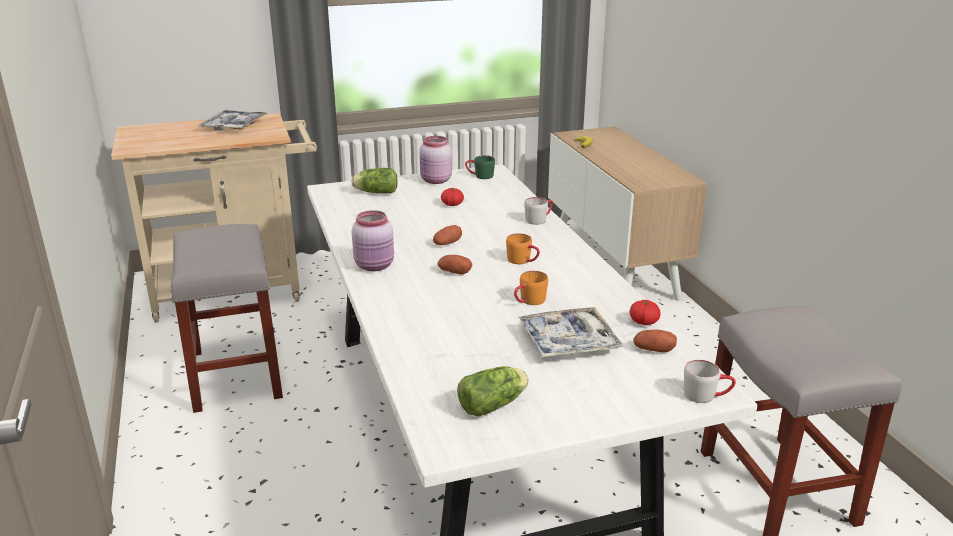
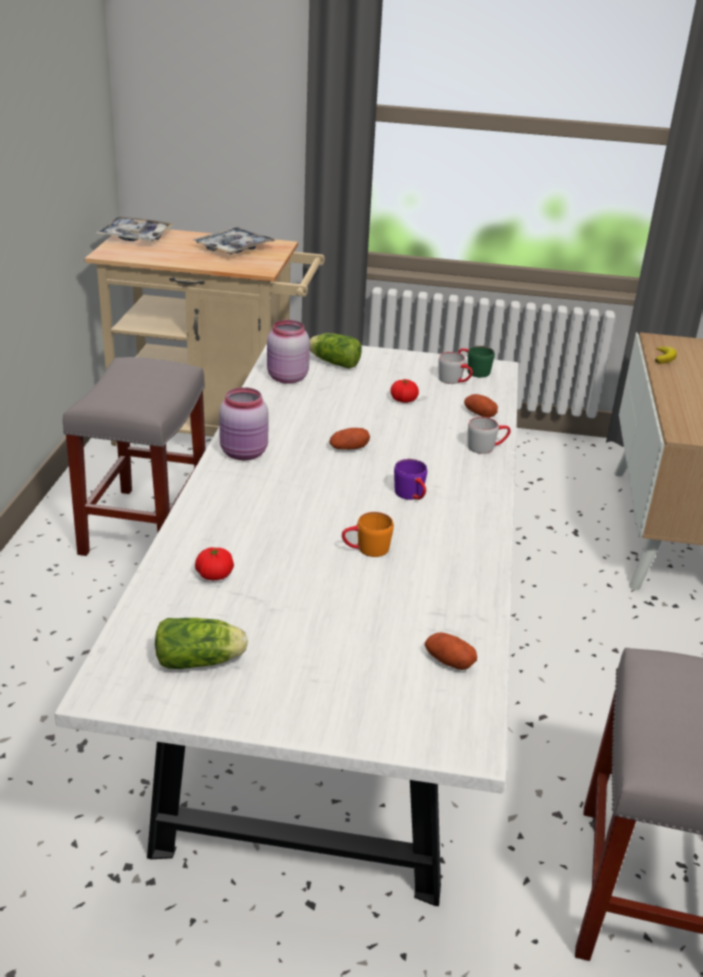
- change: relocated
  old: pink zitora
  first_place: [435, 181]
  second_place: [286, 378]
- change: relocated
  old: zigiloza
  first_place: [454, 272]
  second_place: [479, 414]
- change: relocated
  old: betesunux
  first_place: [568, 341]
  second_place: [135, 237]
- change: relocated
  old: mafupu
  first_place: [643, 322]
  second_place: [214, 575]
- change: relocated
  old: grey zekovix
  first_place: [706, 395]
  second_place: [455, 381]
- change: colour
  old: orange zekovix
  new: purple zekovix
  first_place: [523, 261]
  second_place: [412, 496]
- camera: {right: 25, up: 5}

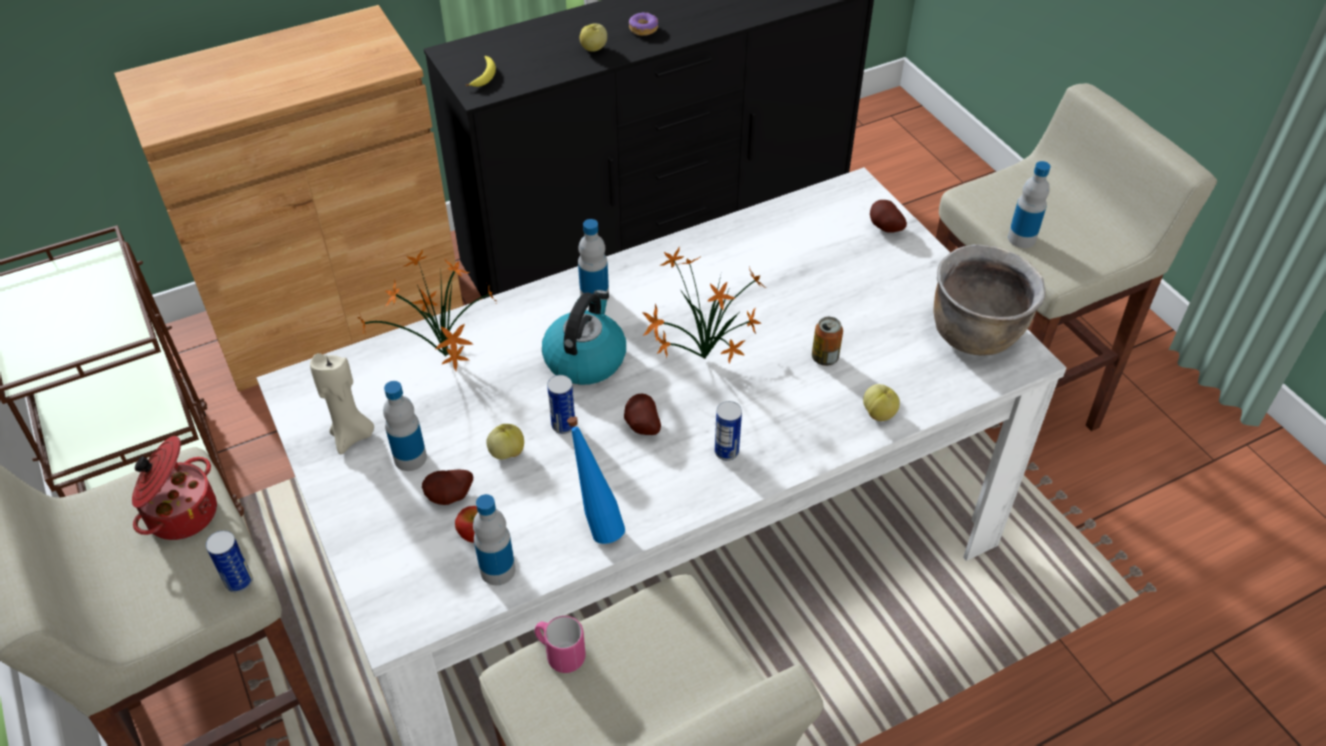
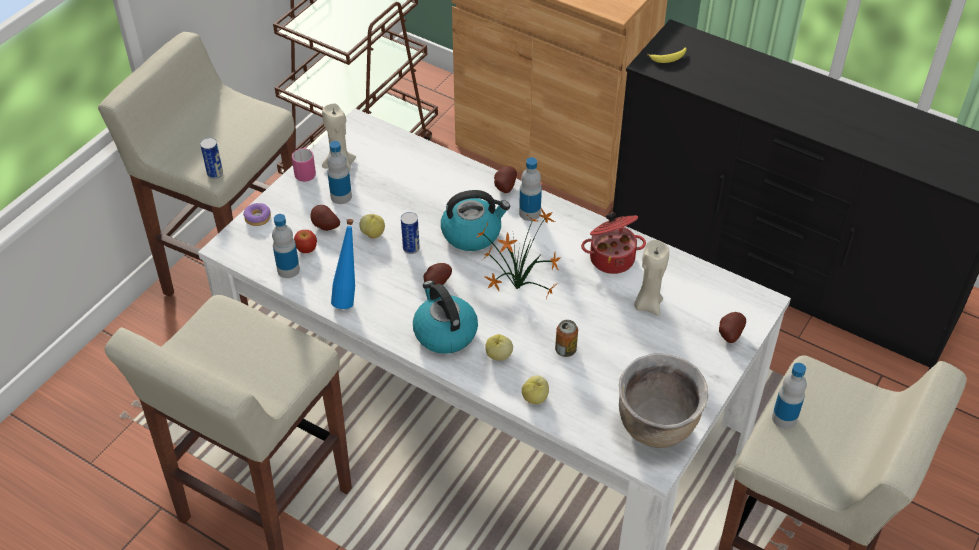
- change: missing
  old: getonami
  first_place: [445, 358]
- change: appeared
  new: zigiloza
  second_place: [504, 187]
- change: appeared
  new: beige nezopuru
  second_place: [647, 304]
- change: relocated
  old: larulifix
  first_place: [180, 513]
  second_place: [612, 257]
- change: relocated
  old: pink zekovix
  first_place: [560, 654]
  second_place: [305, 172]
- change: relocated
  old: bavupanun
  first_place: [594, 49]
  second_place: [498, 355]
- change: relocated
  old: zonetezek
  first_place: [643, 29]
  second_place: [258, 218]
- change: exchanged
  old: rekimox
  new: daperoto
  first_place: [726, 452]
  second_place: [444, 332]
- camera: {right: 60, up: 0}

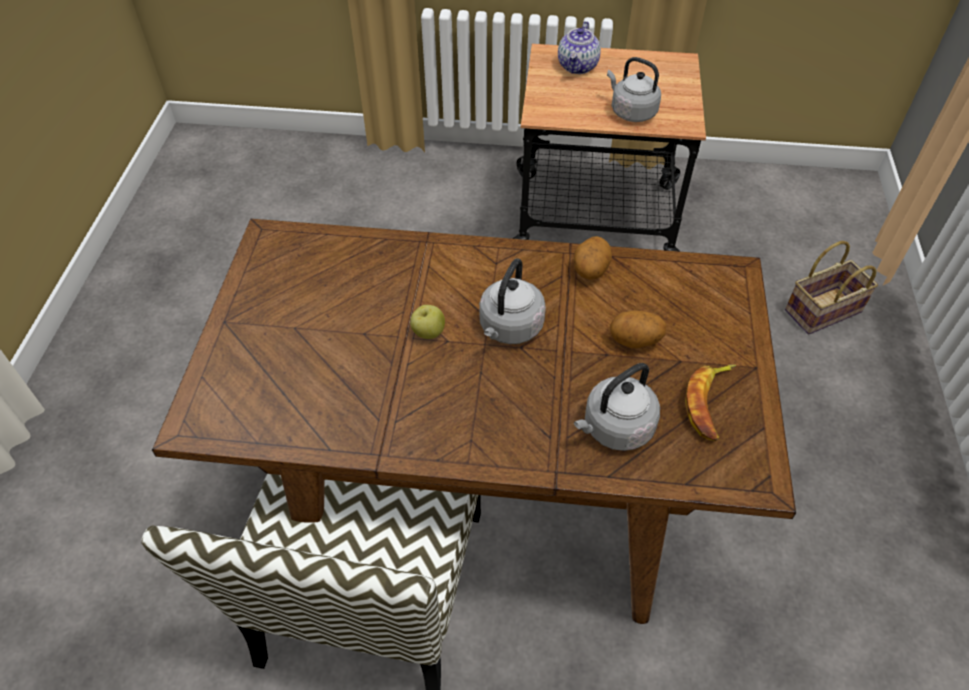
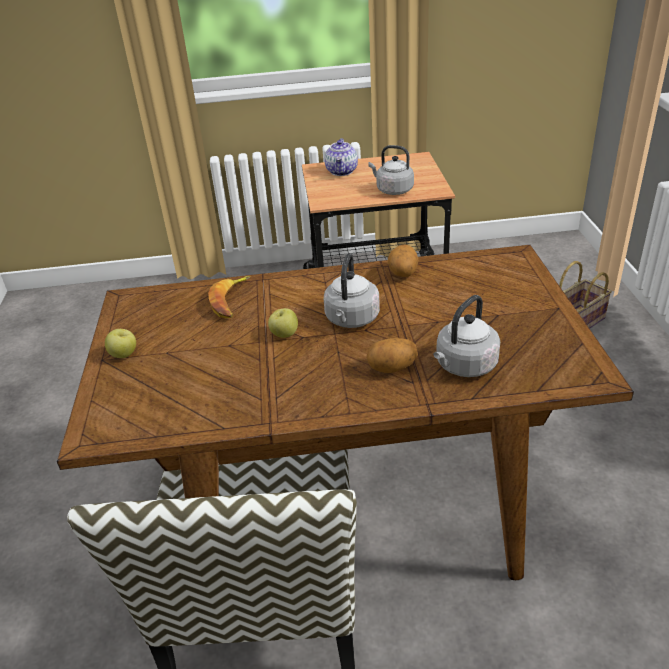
- change: appeared
  new: bavupanun
  second_place: [124, 355]
- change: relocated
  old: zigiloza
  first_place: [634, 341]
  second_place: [392, 369]
- change: relocated
  old: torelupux
  first_place: [710, 404]
  second_place: [231, 301]
- camera: {right: -10, up: -15}

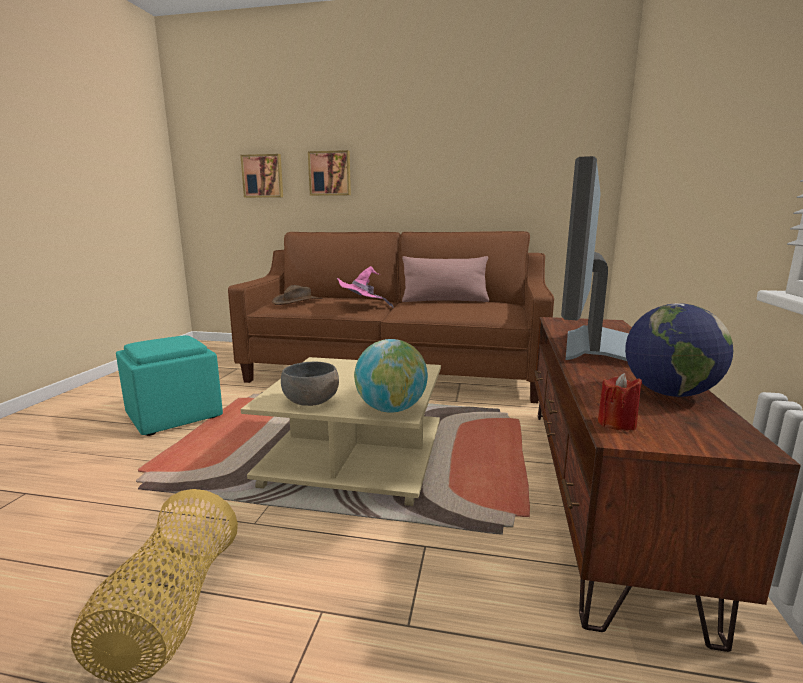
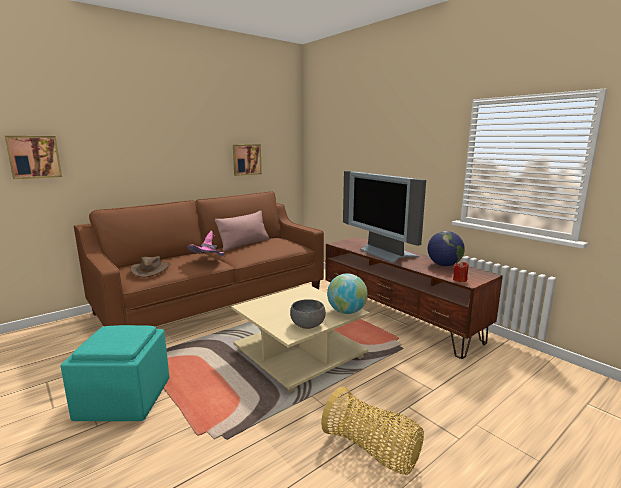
- change: relocated
  old: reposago
  first_place: [330, 173]
  second_place: [246, 159]
- camera: {right: -50, up: 0}

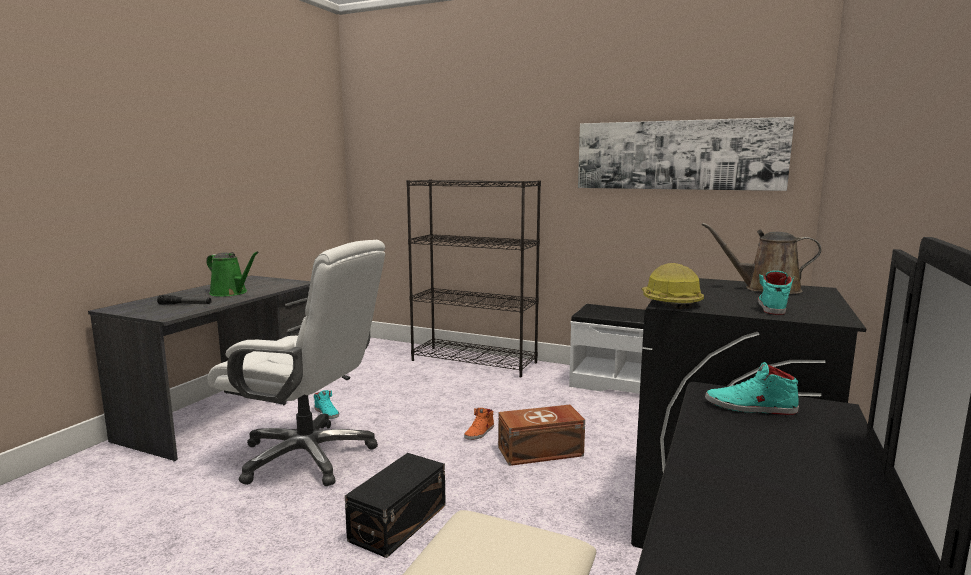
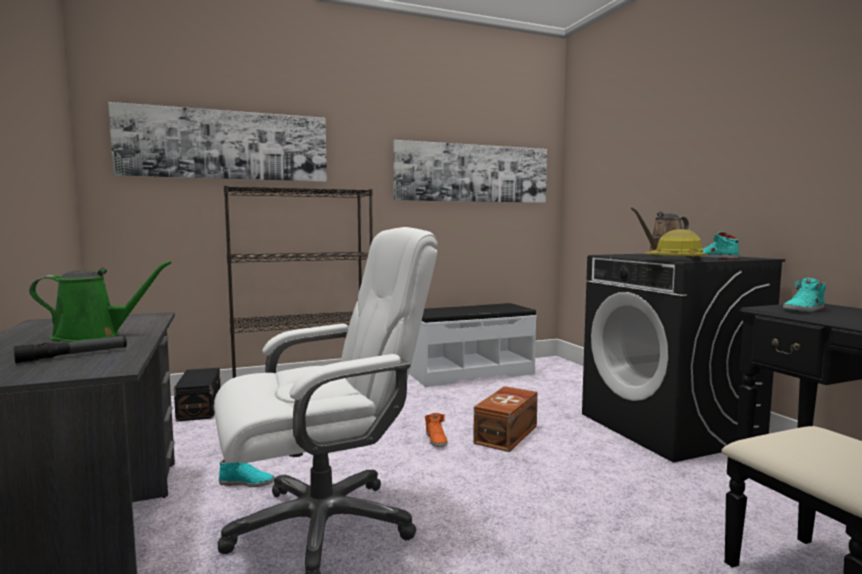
- change: appeared
  new: reposago
  second_place: [225, 145]
- change: relocated
  old: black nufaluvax
  first_place: [396, 523]
  second_place: [198, 409]
- camera: {right: -45, up: -5}

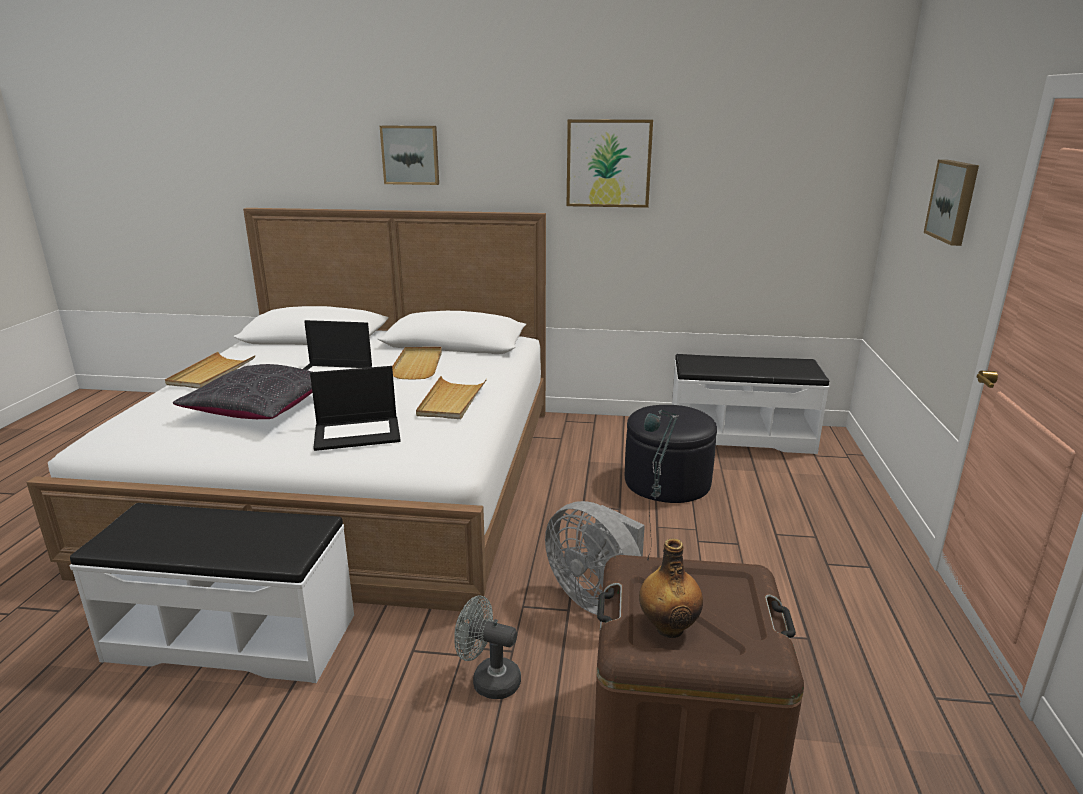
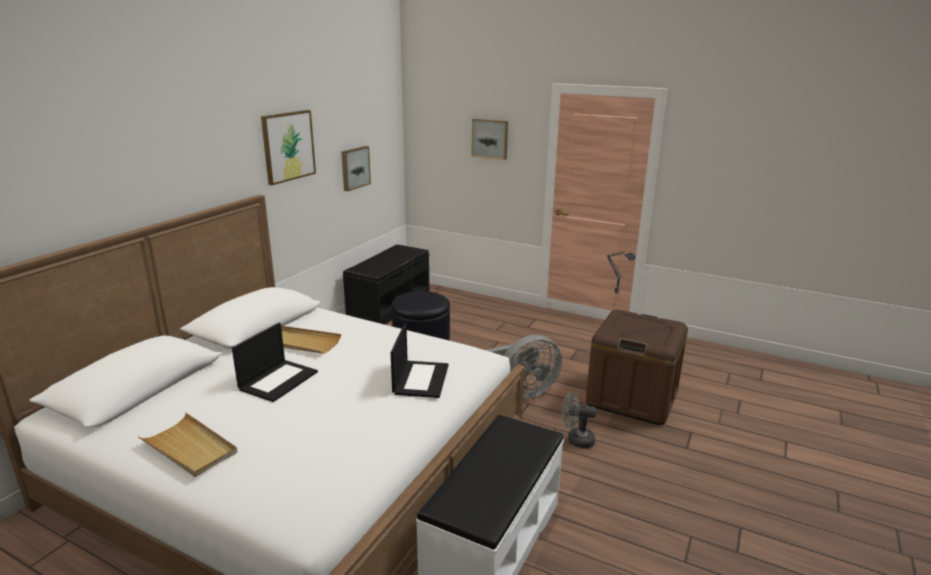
- change: missing
  old: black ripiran
  first_place: [260, 409]
- change: missing
  old: beige betesunux
  first_place: [451, 401]
- change: missing
  old: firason
  first_place: [668, 627]
- change: relocated
  old: reposago
  first_place: [410, 155]
  second_place: [354, 168]
- change: colour
  old: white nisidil
  new: black nisidil
  first_place: [740, 436]
  second_place: [389, 306]
- change: spun
  old: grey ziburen
  first_place: [488, 680]
  second_place: [576, 440]
  degrees: 60
- camera: {right: -70, up: 0}

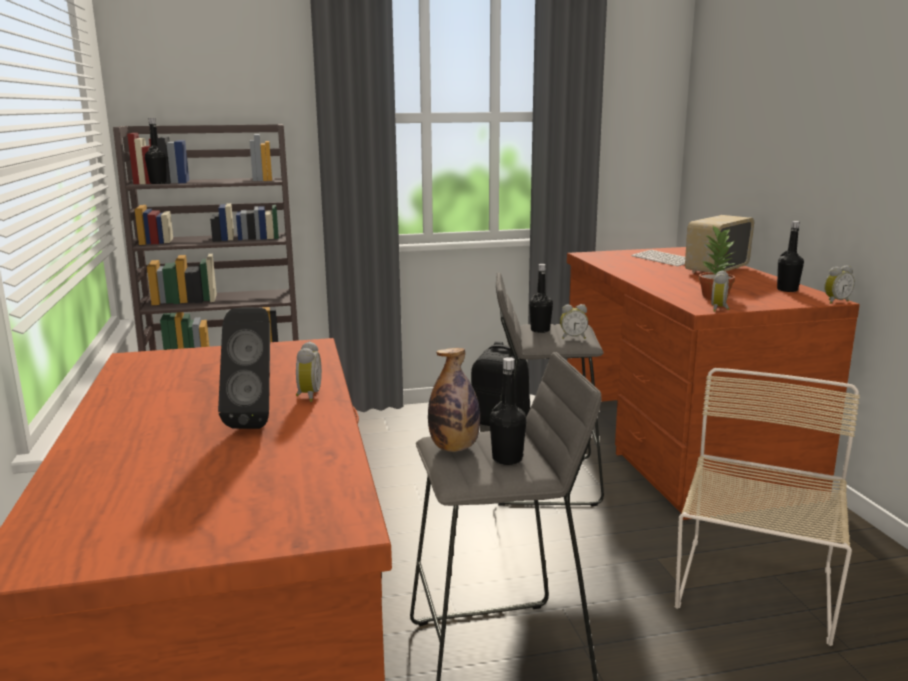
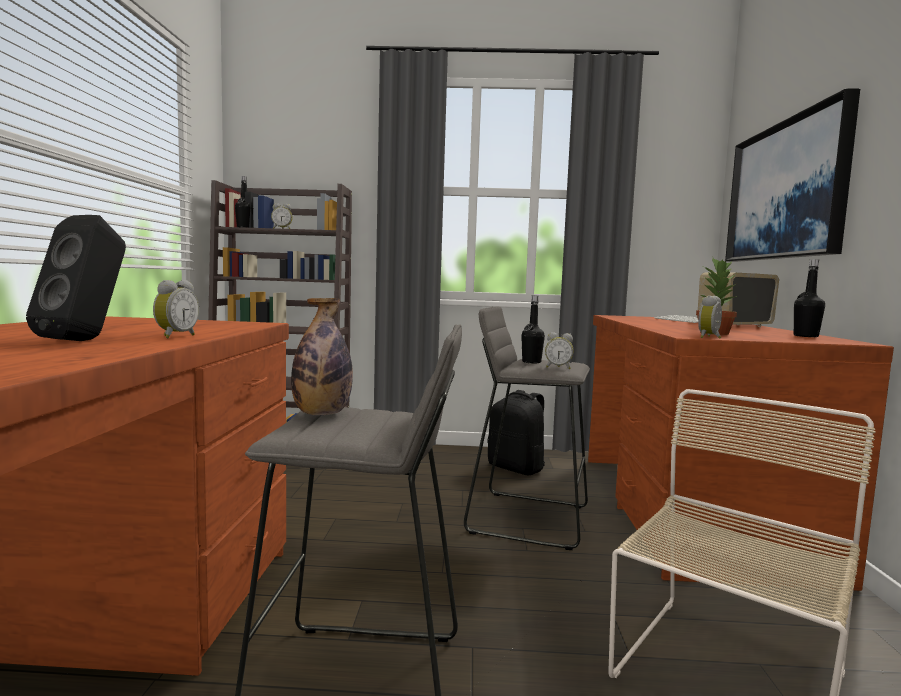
- change: missing
  old: black firason
  first_place: [507, 459]
- change: appeared
  new: reposago
  second_place: [786, 191]
- change: relocated
  old: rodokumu
  first_place: [835, 301]
  second_place: [282, 229]
- camera: {right: 15, up: -10}

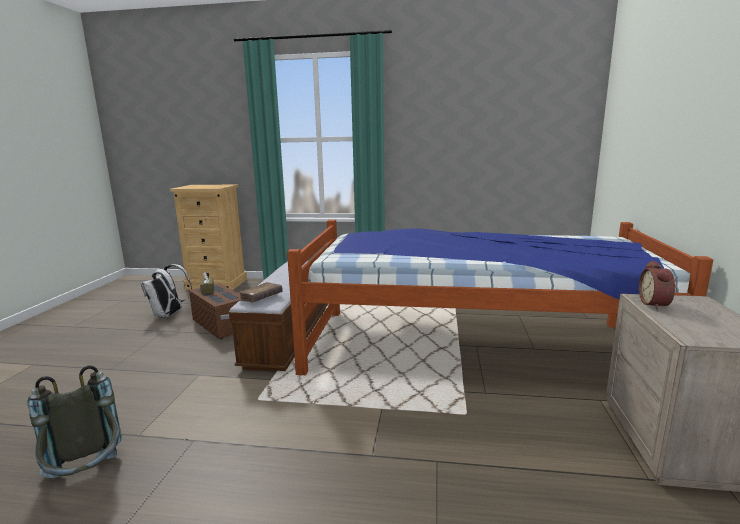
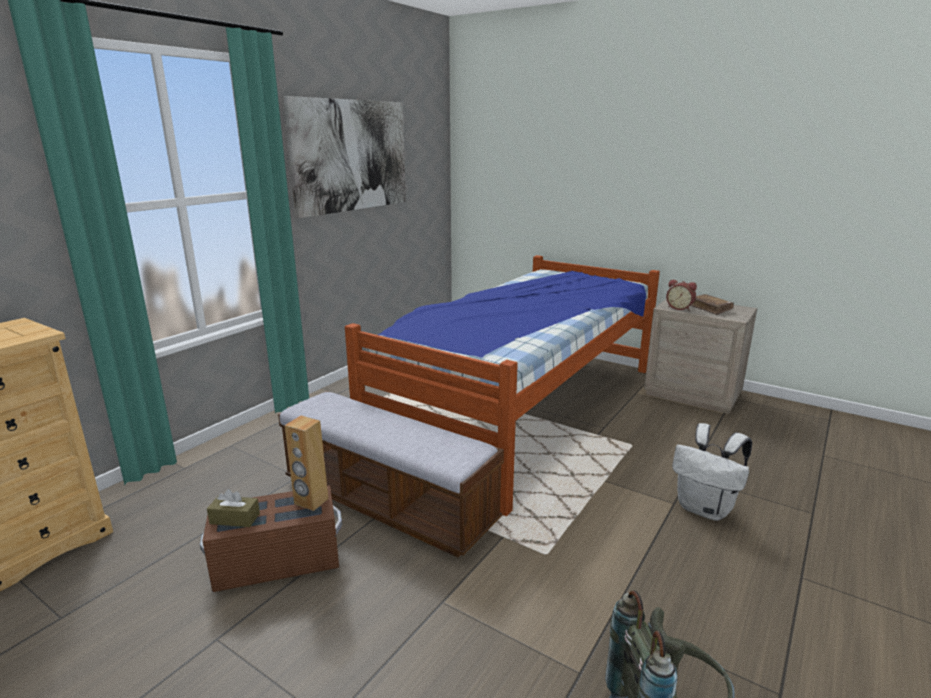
- change: appeared
  new: reposago
  second_place: [351, 156]
- change: appeared
  new: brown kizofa
  second_place: [311, 501]
- change: relocated
  old: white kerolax
  first_place: [169, 314]
  second_place: [705, 509]
- change: relocated
  old: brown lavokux
  first_place: [261, 298]
  second_place: [710, 308]
- camera: {right: -65, up: 5}

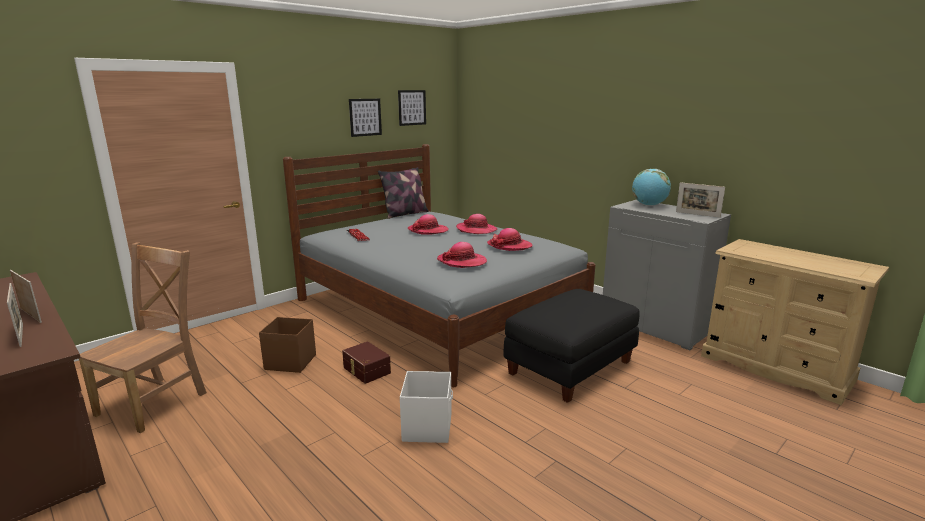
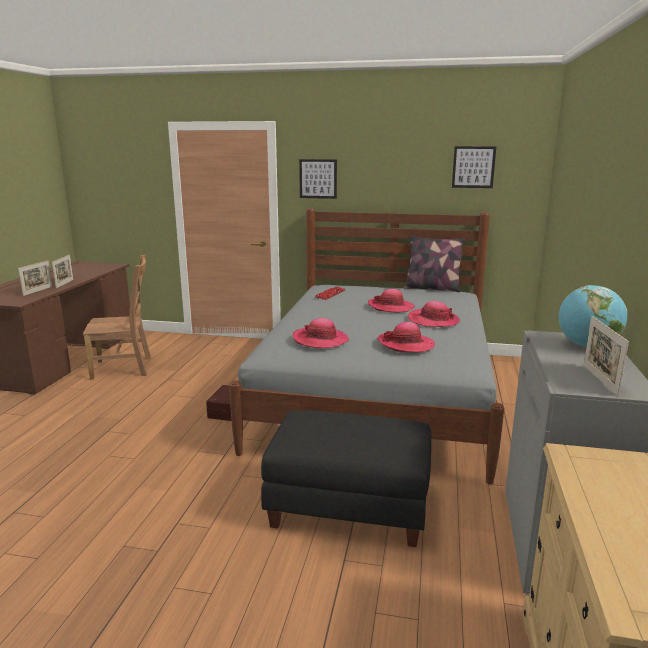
- change: missing
  old: brown nufaluvax
  first_place: [290, 362]
- change: missing
  old: white nufaluvax
  first_place: [428, 427]
- change: relocated
  old: reposago
  first_place: [365, 117]
  second_place: [318, 179]
- camera: {right: 55, up: 0}

